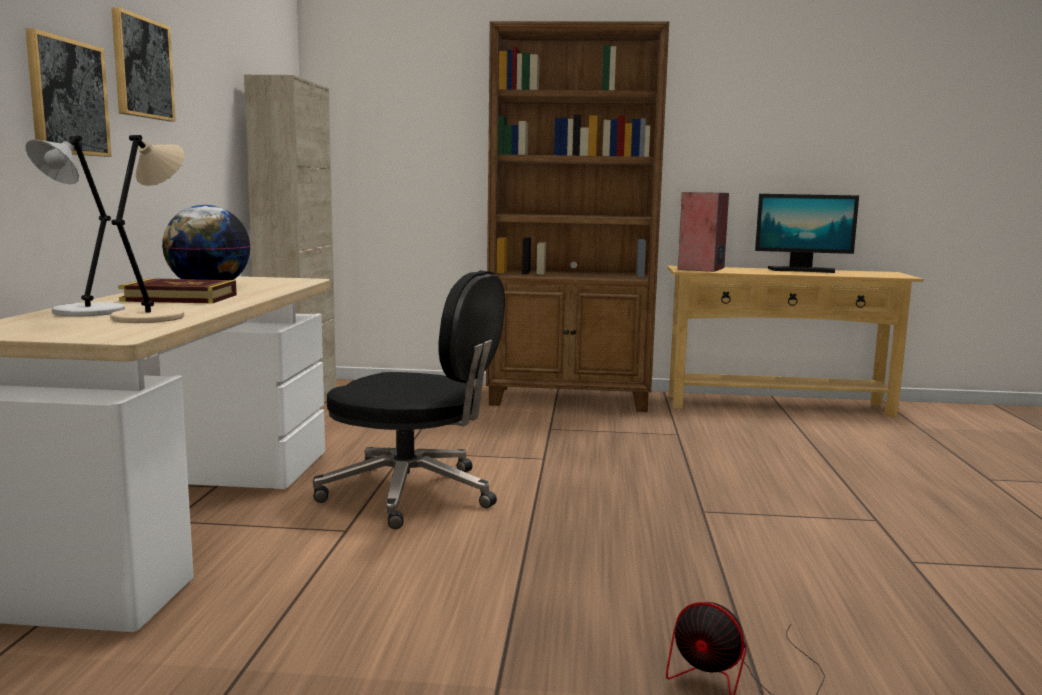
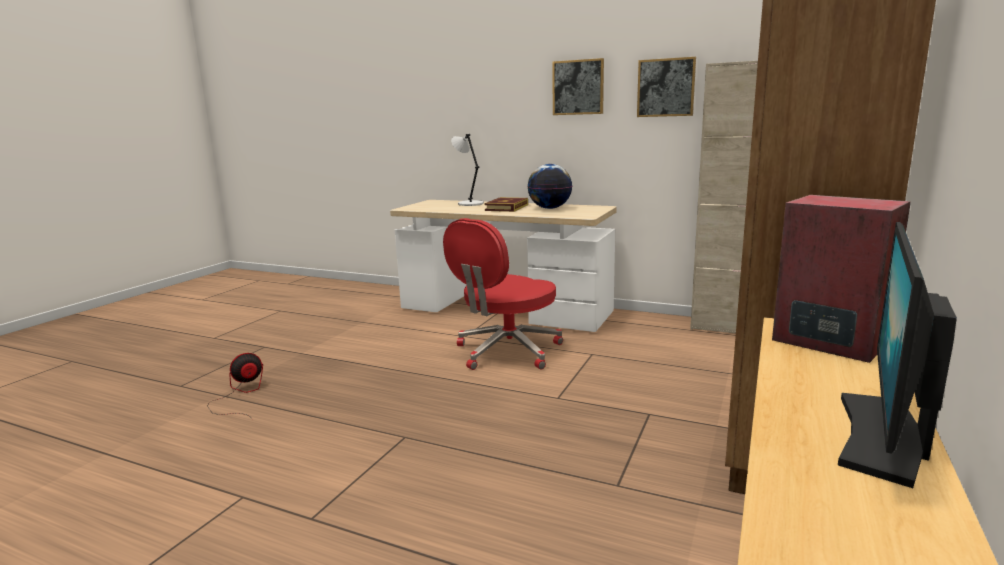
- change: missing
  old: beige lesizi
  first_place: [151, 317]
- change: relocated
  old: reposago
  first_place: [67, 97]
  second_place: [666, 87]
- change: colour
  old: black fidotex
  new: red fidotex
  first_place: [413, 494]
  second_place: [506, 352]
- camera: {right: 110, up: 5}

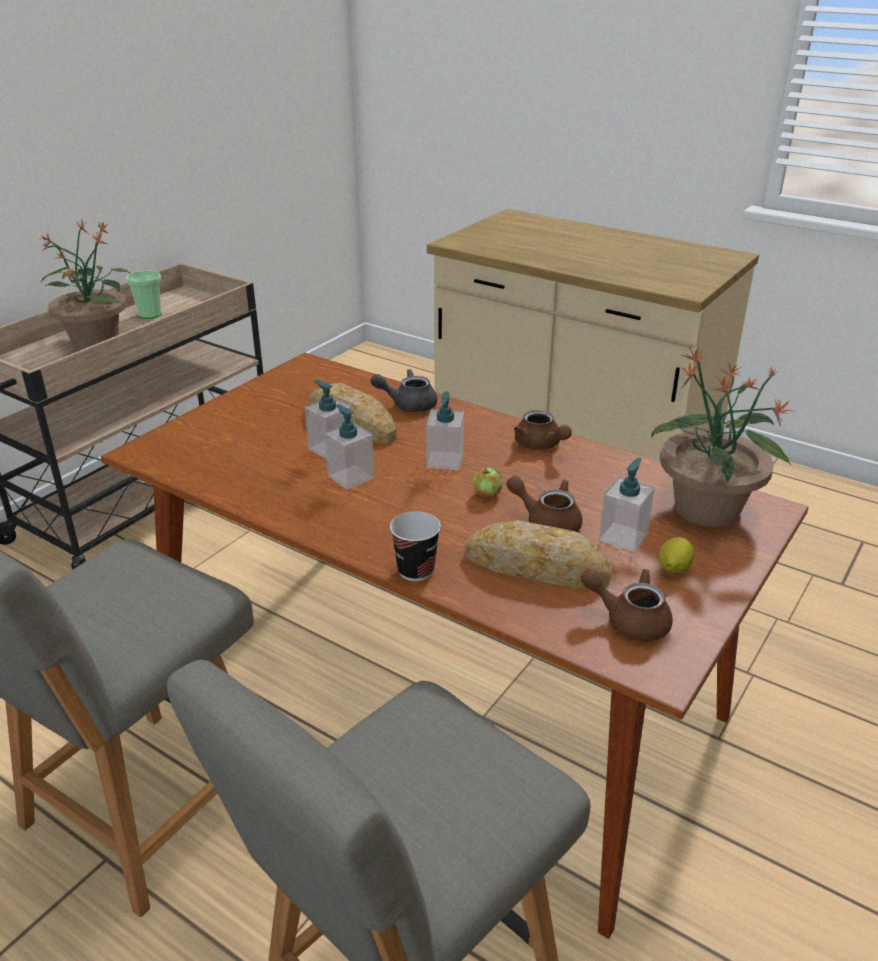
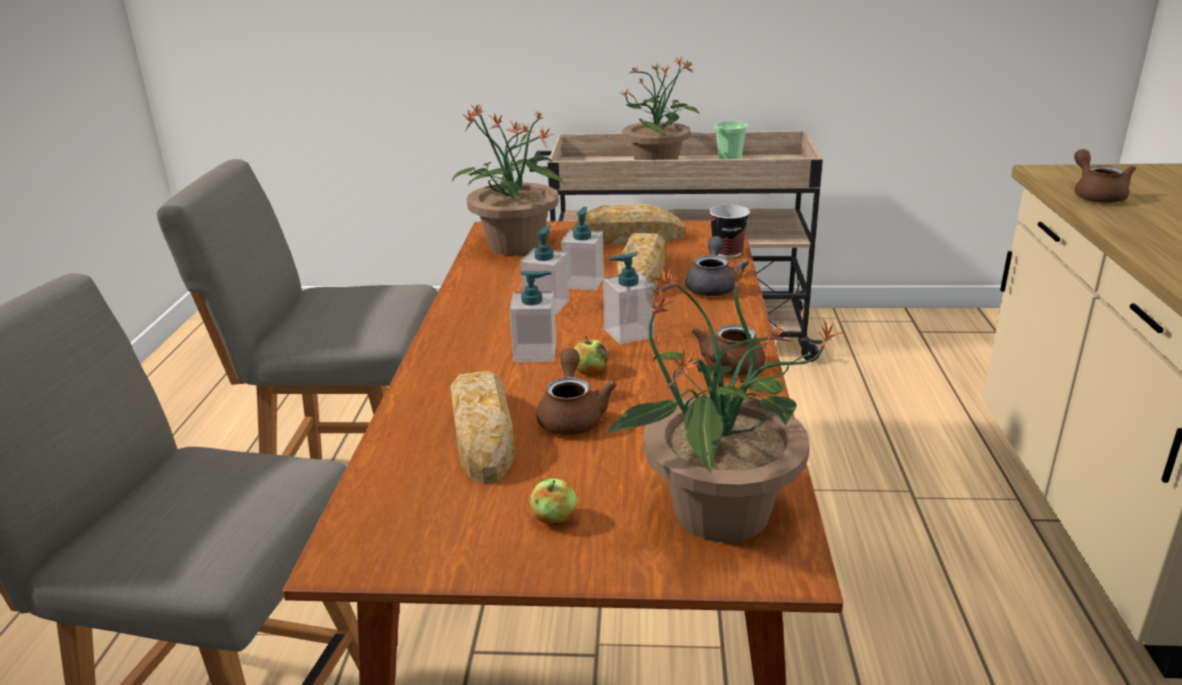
- change: appeared
  new: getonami
  second_place: [515, 246]
- change: appeared
  new: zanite
  second_place: [628, 238]
- change: relocated
  old: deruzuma
  first_place: [416, 570]
  second_place: [727, 253]
- change: relocated
  old: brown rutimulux
  first_place: [629, 620]
  second_place: [1096, 195]
- change: relocated
  old: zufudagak
  first_place: [623, 537]
  second_place: [535, 353]
- change: exchanged
  old: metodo
  new: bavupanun
  first_place: [673, 569]
  second_place: [554, 518]
- change: spun
  old: grey rutimulux
  first_place: [408, 404]
  second_place: [713, 286]
  degrees: 45
- camera: {right: 60, up: -5}

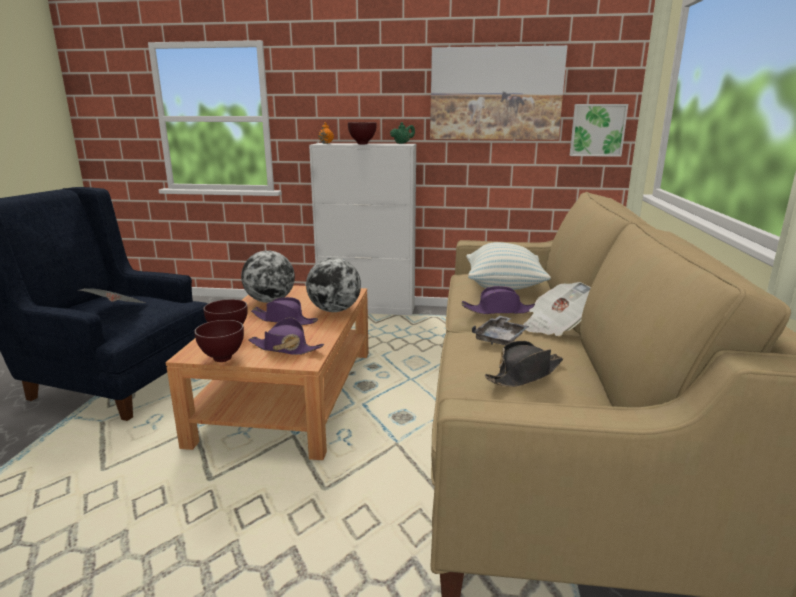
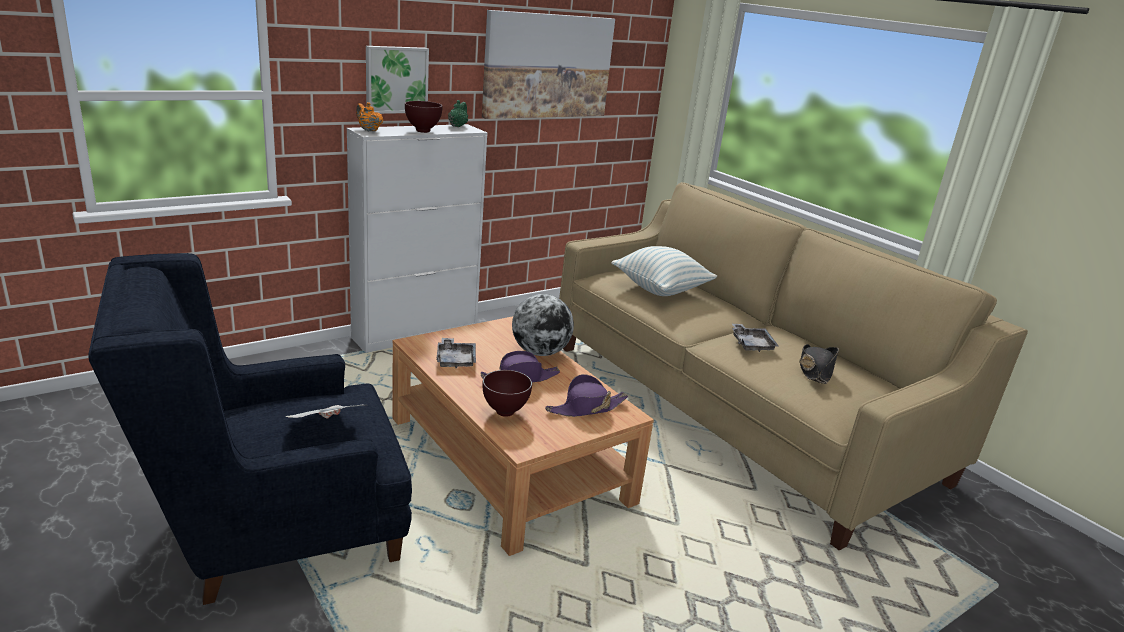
- change: missing
  old: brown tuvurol
  first_place: [224, 359]
- change: missing
  old: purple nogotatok
  first_place: [500, 310]
- change: missing
  old: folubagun
  first_place: [556, 326]
- change: relocated
  old: reposago
  first_place: [597, 130]
  second_place: [396, 79]
- change: exchanged
  old: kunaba
  new: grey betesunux
  first_place: [270, 301]
  second_place: [455, 360]
- camera: {right: -45, up: 5}

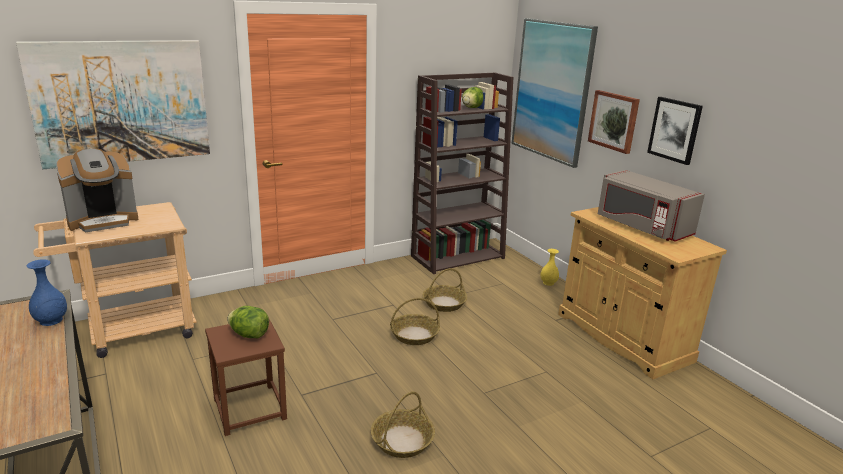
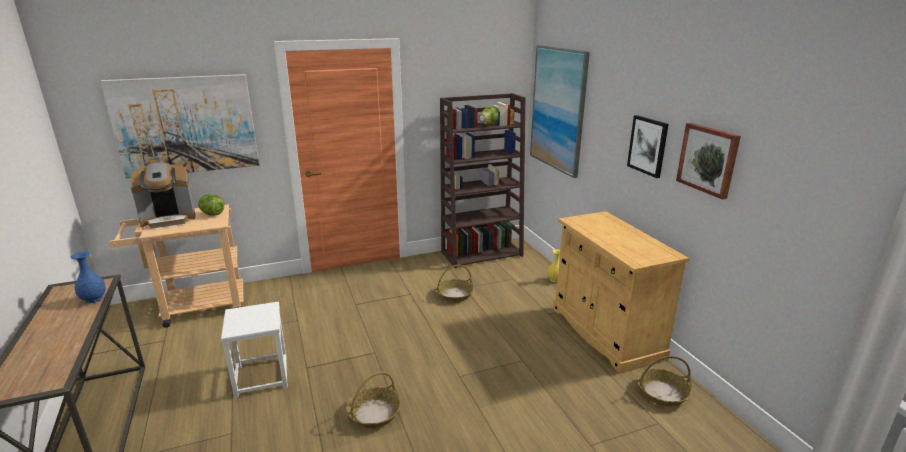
- change: missing
  old: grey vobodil
  first_place: [641, 226]
- change: relocated
  old: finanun
  first_place: [249, 335]
  second_place: [212, 214]
- change: relocated
  old: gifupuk
  first_place: [414, 335]
  second_place: [662, 392]
- change: relocated
  old: reposago
  first_place: [614, 121]
  second_place: [708, 159]
- change: colour
  old: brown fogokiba
  new: white fogokiba
  first_place: [249, 409]
  second_place: [261, 376]
- camera: {right: 10, up: 0}

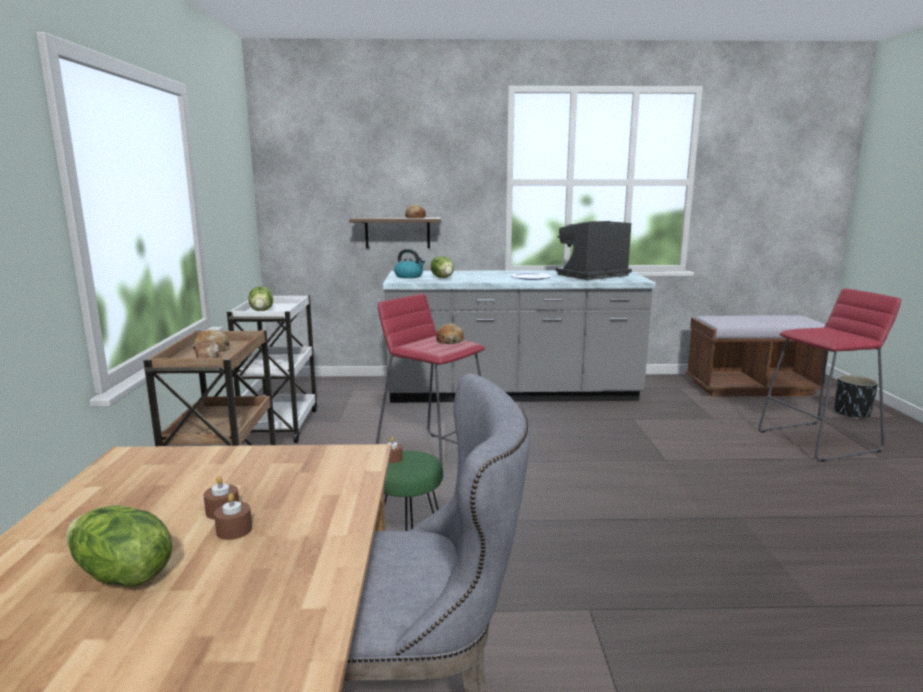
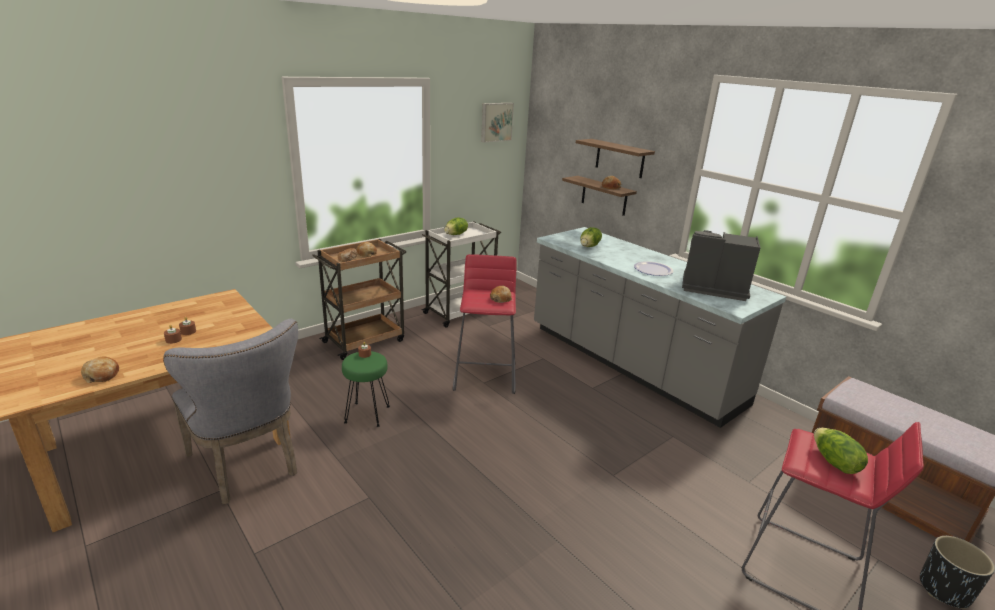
- change: missing
  old: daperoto
  first_place: [409, 276]
- change: appeared
  new: zanite
  second_place: [102, 375]
- change: appeared
  new: reposago
  second_place: [496, 122]
- change: appeared
  new: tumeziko
  second_place: [620, 158]
- change: relocated
  old: finanun
  first_place: [121, 575]
  second_place: [834, 462]
- camera: {right: 50, up: 10}

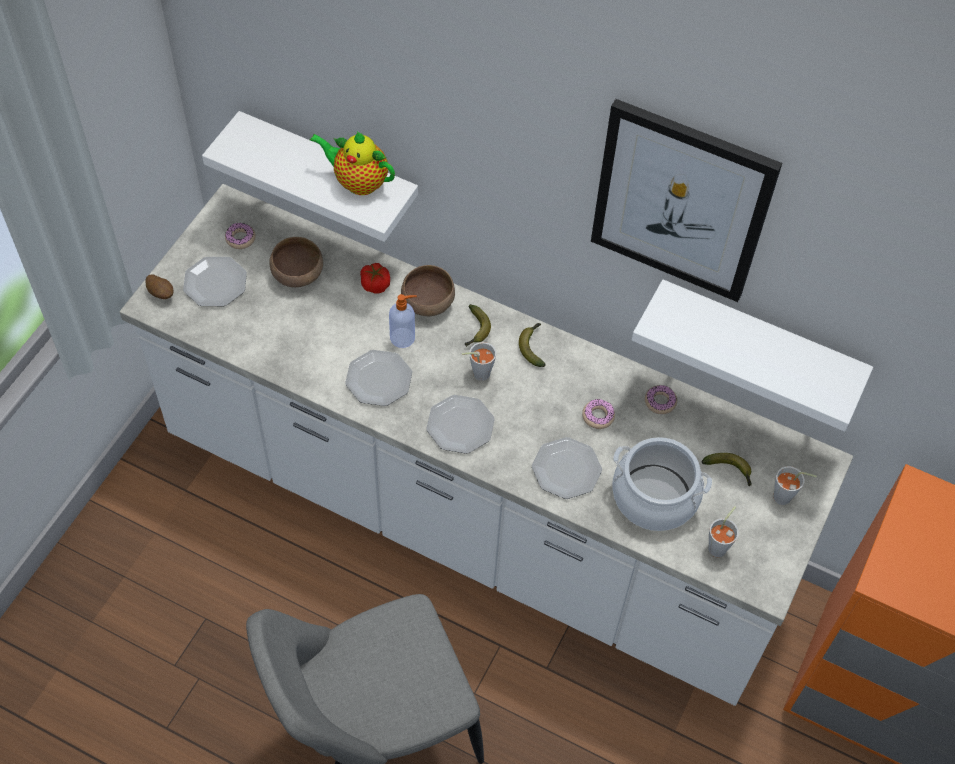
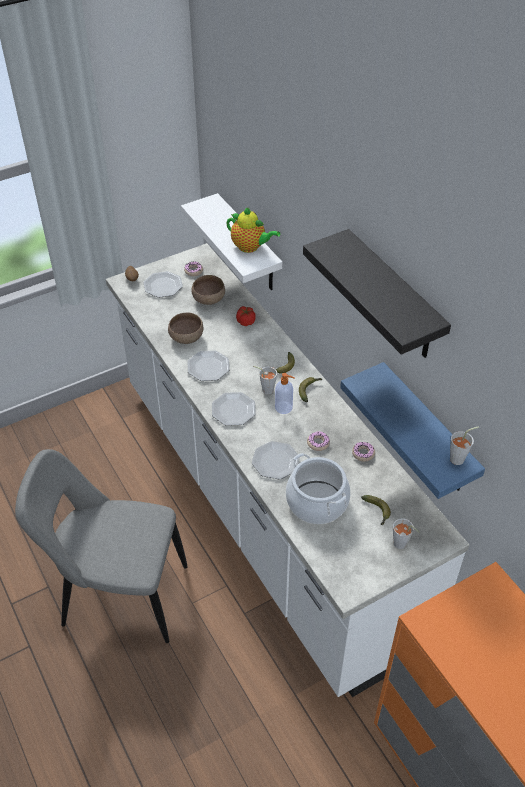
- change: relocated
  old: zufudagak
  first_place: [403, 337]
  second_place: [284, 408]
- change: relocated
  old: brown tuvurol
  first_place: [428, 304]
  second_place: [186, 338]
- change: relocated
  old: grey deruzuma
  first_place: [719, 546]
  second_place: [460, 458]
- change: exchanged
  old: reposago
  new: black tumeziko
  first_place: [681, 201]
  second_place: [393, 298]
- change: colour
  old: white tumeziko
  new: blue tumeziko
  first_place: [758, 345]
  second_place: [427, 431]
- change: spun
  old: rutimulux
  first_place: [358, 182]
  second_place: [250, 247]
  degrees: 150
- camera: {right: 35, up: -10}

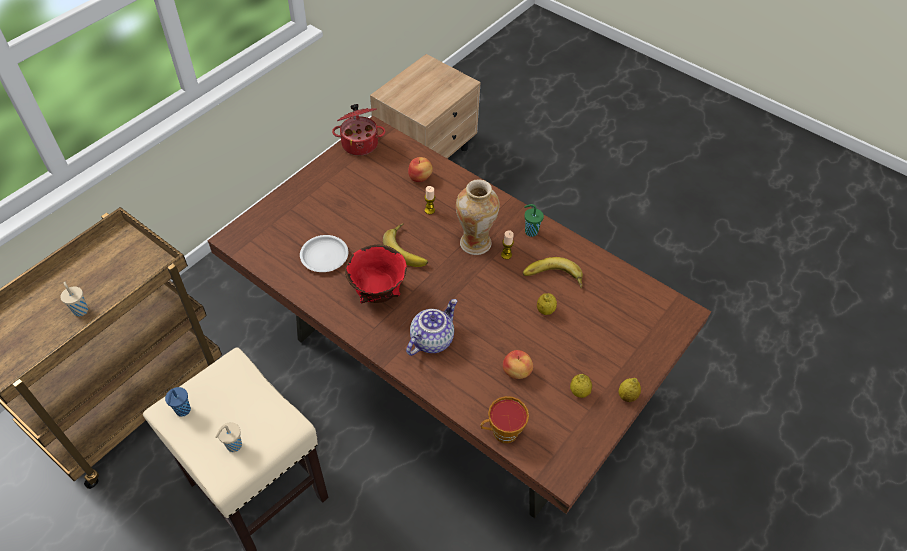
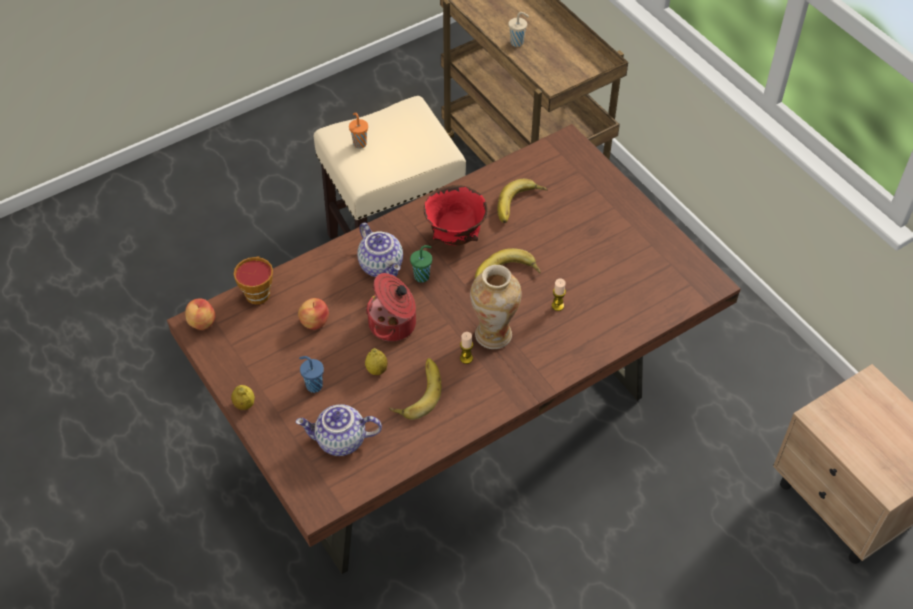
- change: missing
  old: metodo
  first_place: [579, 392]
- change: appeared
  new: rutimulux
  second_place: [340, 441]
- change: relocated
  old: blue deruzuma
  first_place: [182, 411]
  second_place: [313, 385]
- change: relocated
  old: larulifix
  first_place: [360, 143]
  second_place: [394, 324]
- change: relocated
  old: bavupanun
  first_place: [420, 177]
  second_place: [201, 323]
- change: relocated
  old: green deruzuma
  first_place: [530, 231]
  second_place: [422, 276]
- change: exchanged
  old: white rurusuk
  new: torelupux
  first_place: [325, 256]
  second_place: [520, 205]
- change: colour
  old: beige deruzuma
  new: orange deruzuma
  first_place: [233, 446]
  second_place: [359, 143]
- camera: {right: 110, up: 0}

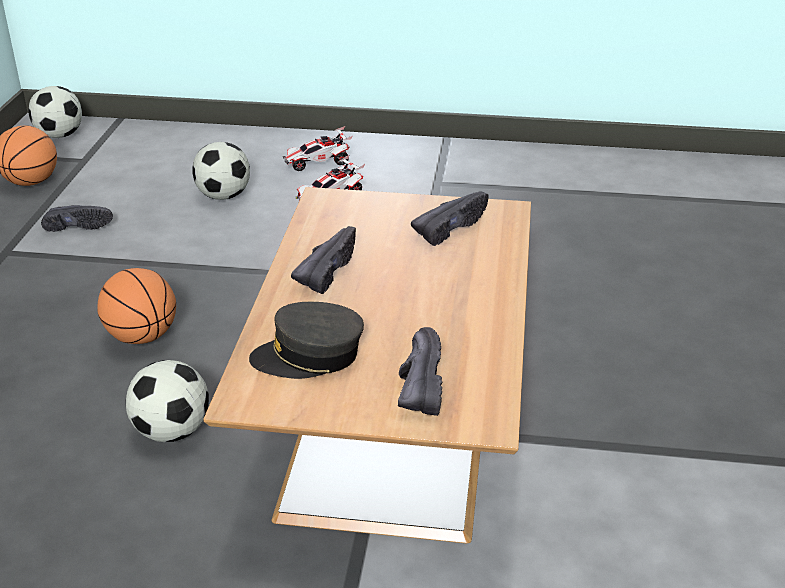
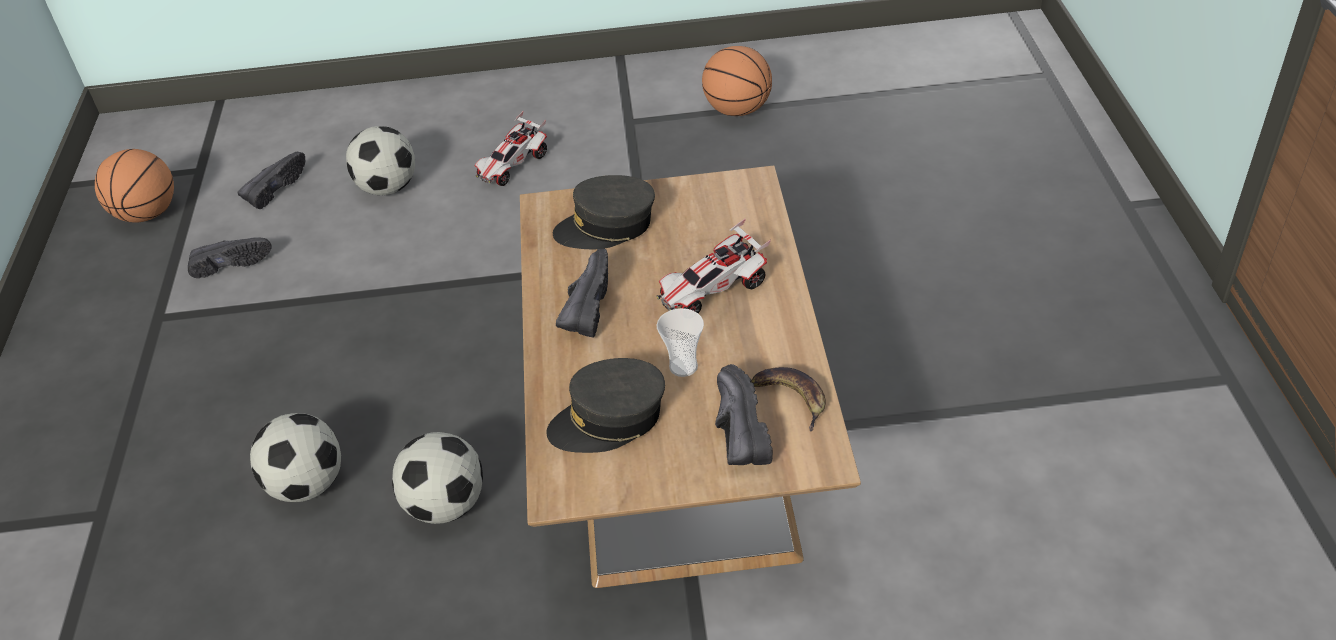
- change: appeared
  new: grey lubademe
  second_place: [607, 227]
- change: appeared
  new: deruzuma
  second_place: [683, 366]
- change: appeared
  new: torelupux
  second_place: [791, 398]
- change: relocated
  old: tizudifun
  first_place: [60, 135]
  second_place: [307, 484]
- change: relocated
  old: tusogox
  first_place: [142, 337]
  second_place: [737, 110]
- change: relocated
  old: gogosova
  first_place: [318, 163]
  second_place: [713, 291]
- change: relocated
  old: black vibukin
  first_place: [448, 228]
  second_place: [274, 188]
- camera: {right: -10, up: 10}

